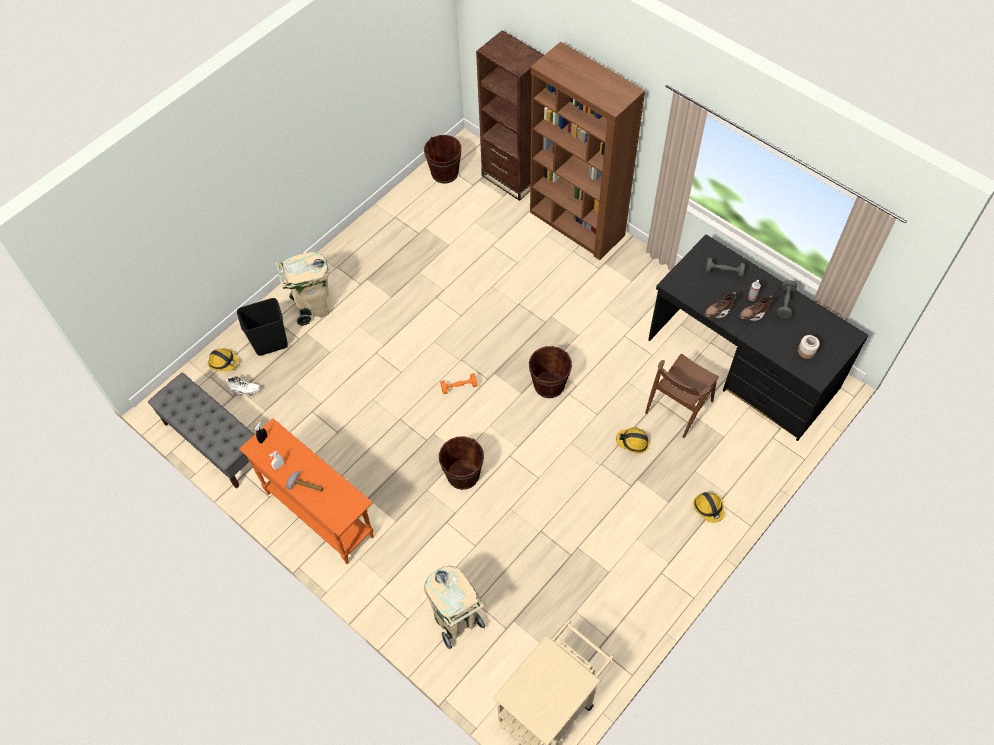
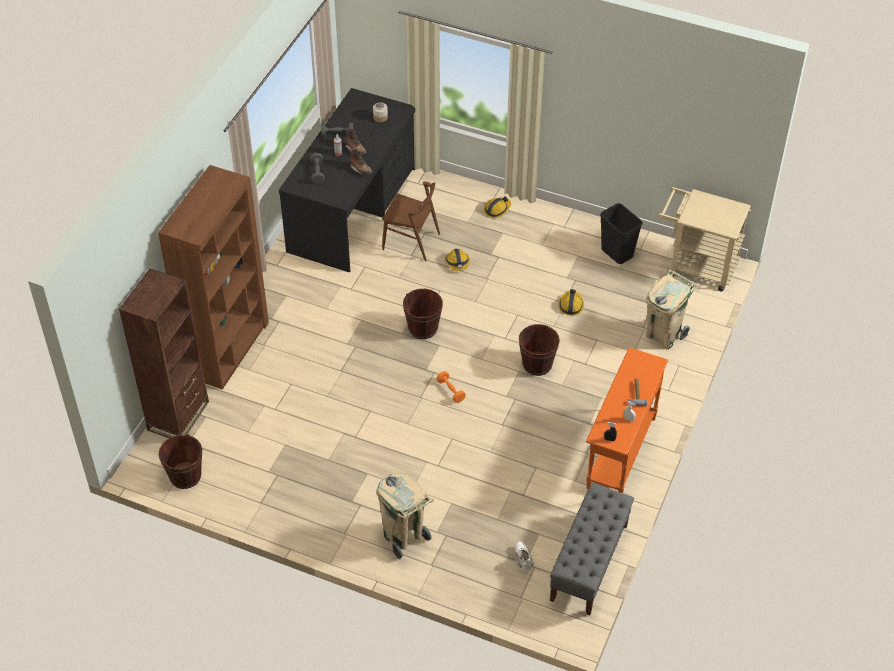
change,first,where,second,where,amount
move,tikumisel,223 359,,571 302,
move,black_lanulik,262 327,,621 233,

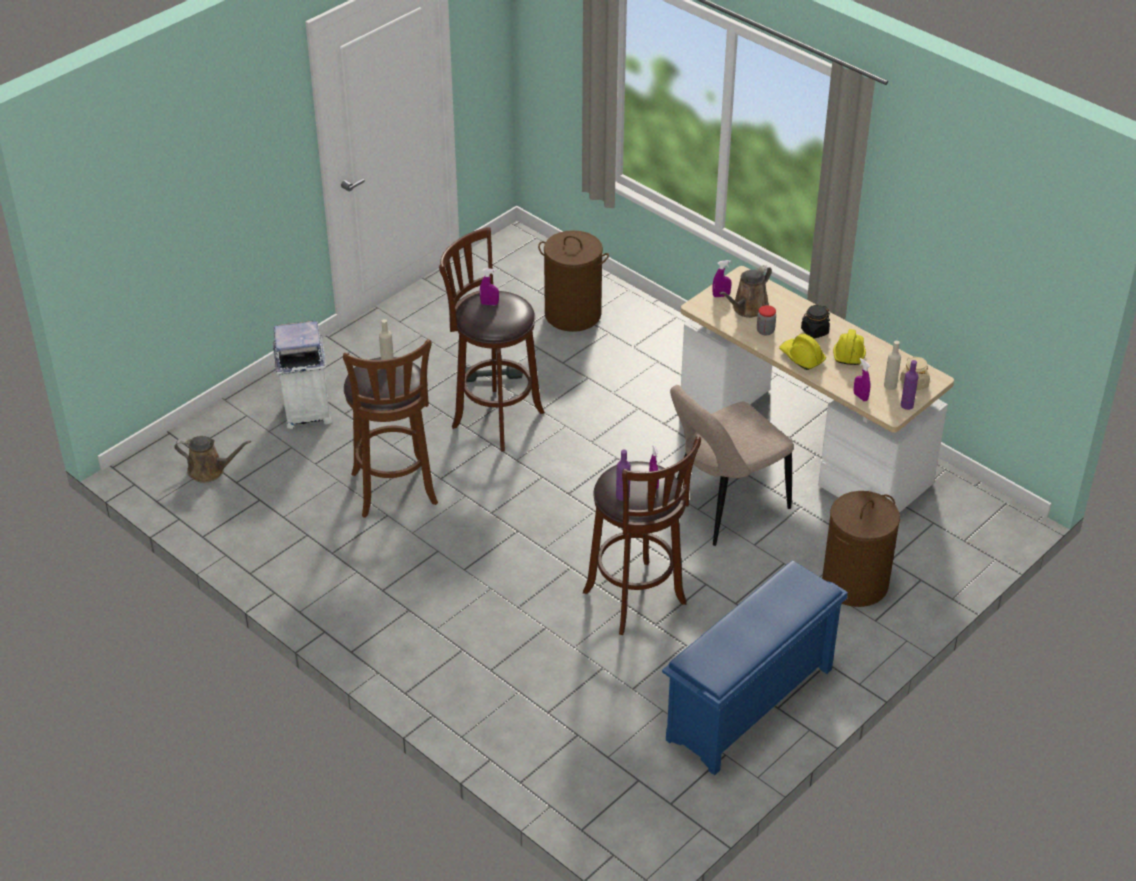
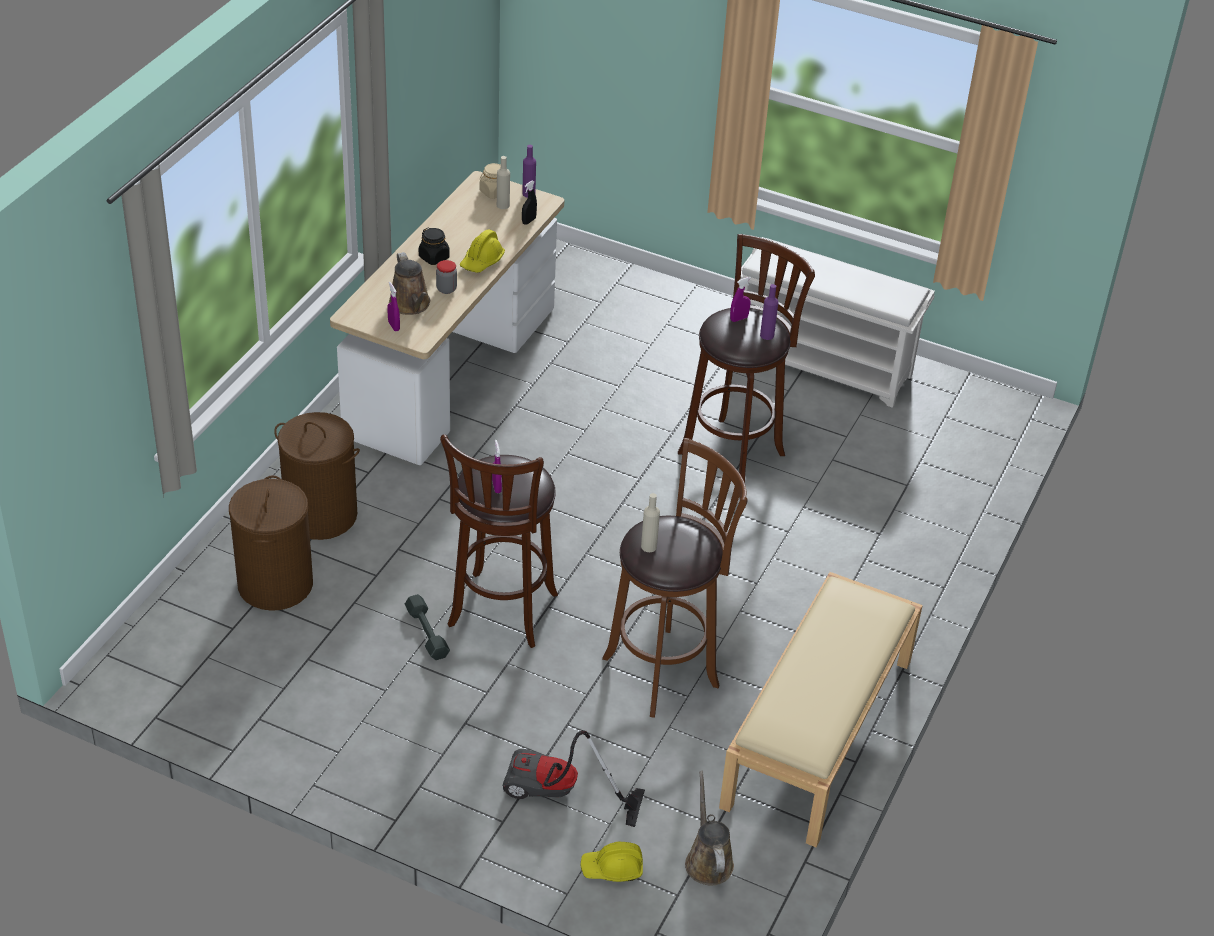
change,first,where,second,where,amount
replace,white_lanulik,302 375,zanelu,574 778,
recolor,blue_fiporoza,755 667,white_fiporoza,838 322,
delete,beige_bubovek,732 465,,,
rotate,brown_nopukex,745 291,,409 283,45 degrees clockwise
move,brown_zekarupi,861 549,,317 476,
move,yellow_tikumisel,849 347,,611 861,
recolor,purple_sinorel,862 379,black_sinorel,529 202,
insert,,,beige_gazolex,821 709,

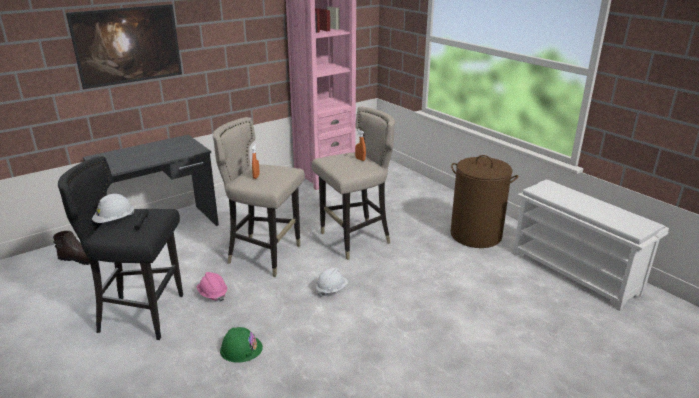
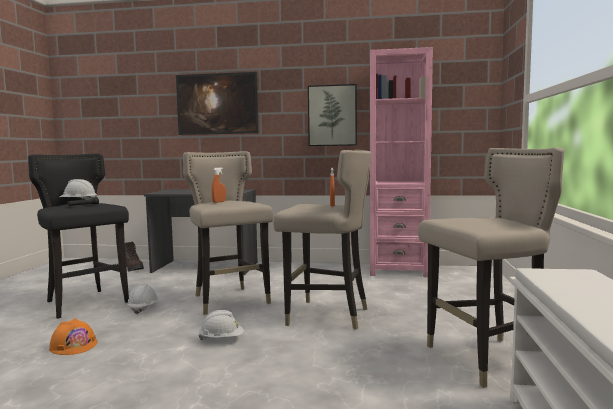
change,first,where,second,where,amount
recolor,pink_tikumisel,212 287,white_tikumisel,143 299,
recolor,green_tikumisel,241 345,orange_tikumisel,73 336,
replace,brown_zekarupi,484 201,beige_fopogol,491 267,
insert,,,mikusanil,332 115,

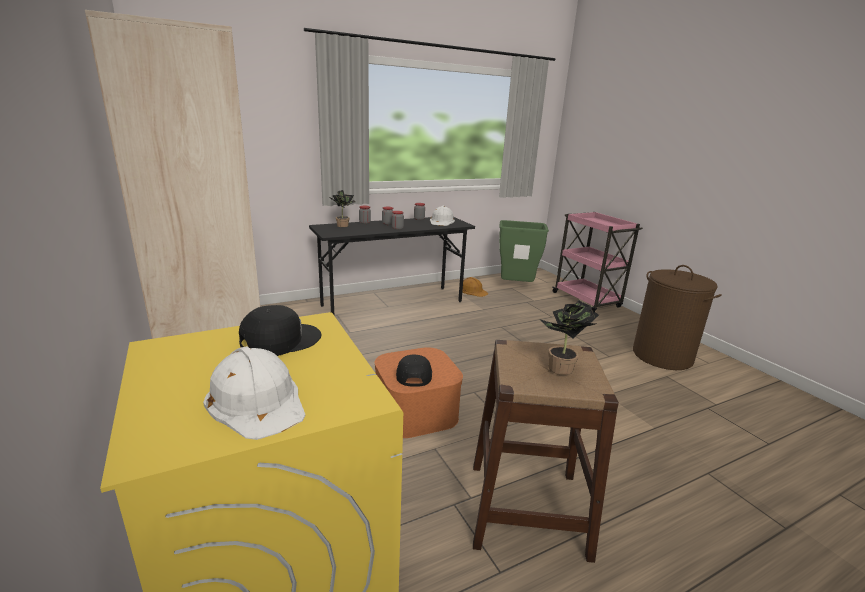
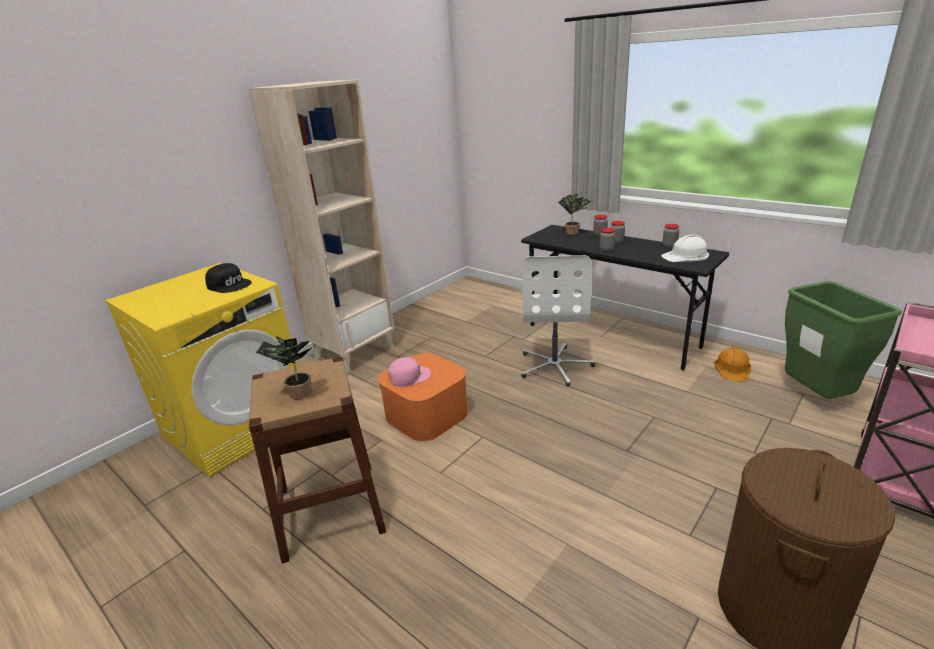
change,first,where,second,where,amount
delete,white_tikumisel,254 393,,,
recolor,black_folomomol,414 371,pink_folomomol,409 372,
insert,,,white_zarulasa,558 321,

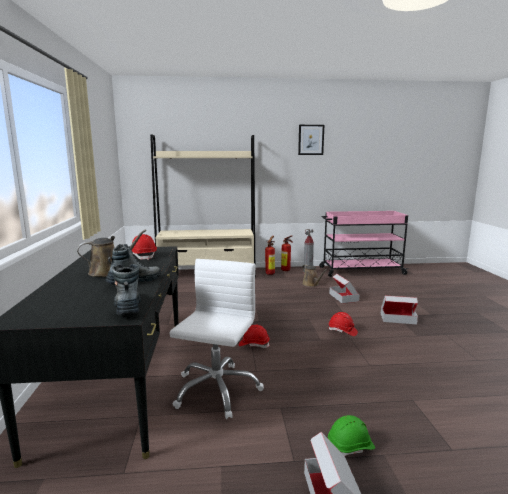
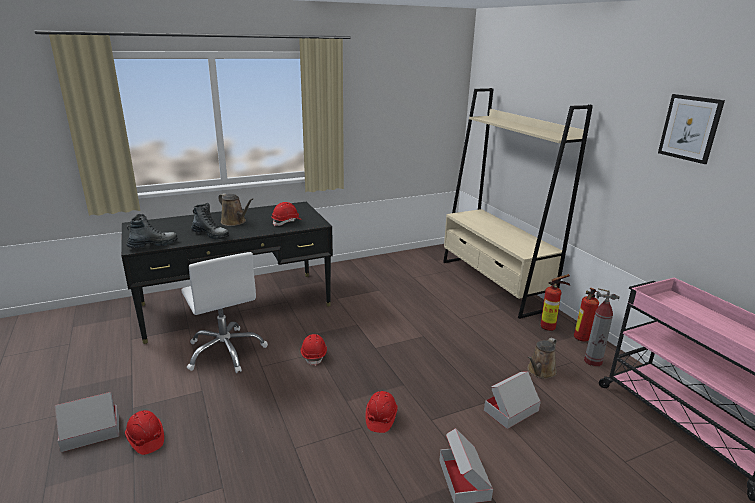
change,first,where,second,where,amount
rotate,white_zarulasa,216 339,,224 312,60 degrees clockwise
recolor,green_tikumisel,351 435,red_tikumisel,144 432,

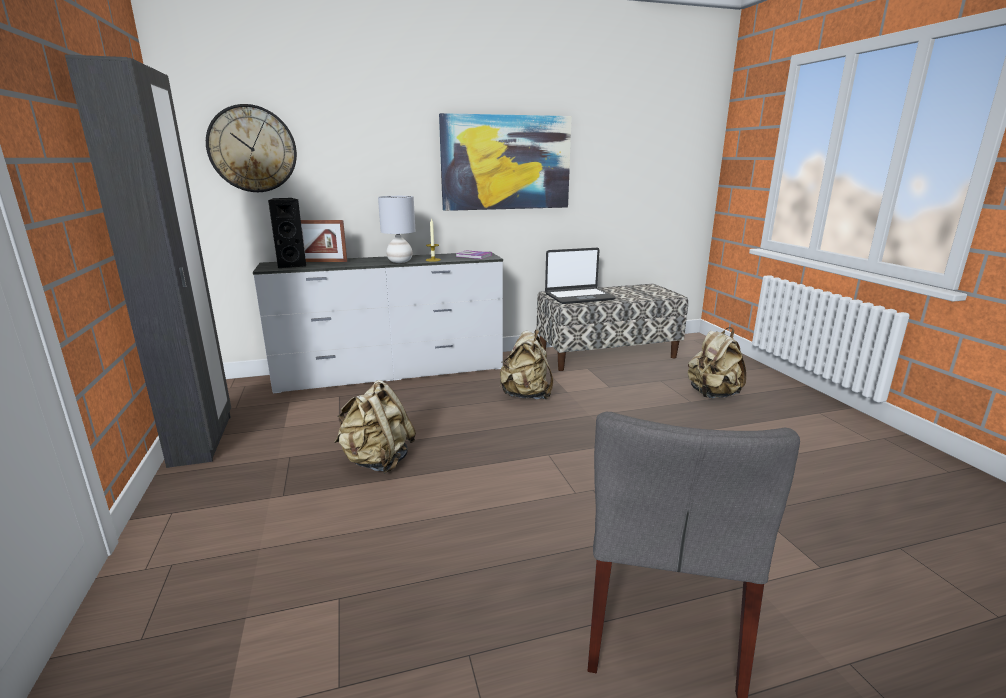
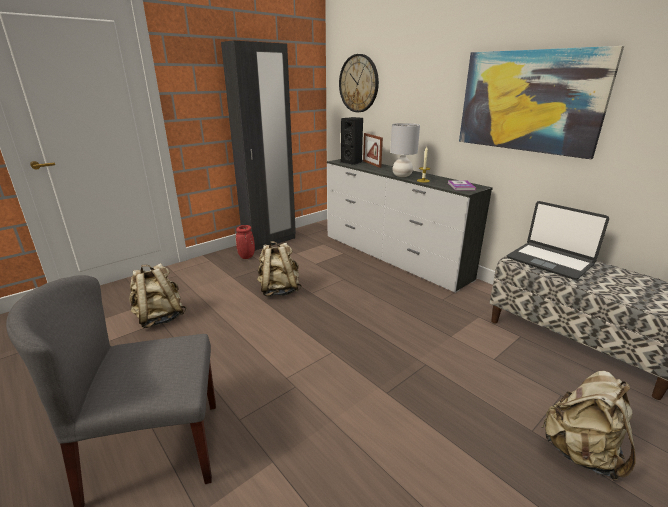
change,first,where,second,where,amount
move,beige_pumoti,526 364,,158 295,
insert,,,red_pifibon,245 242,

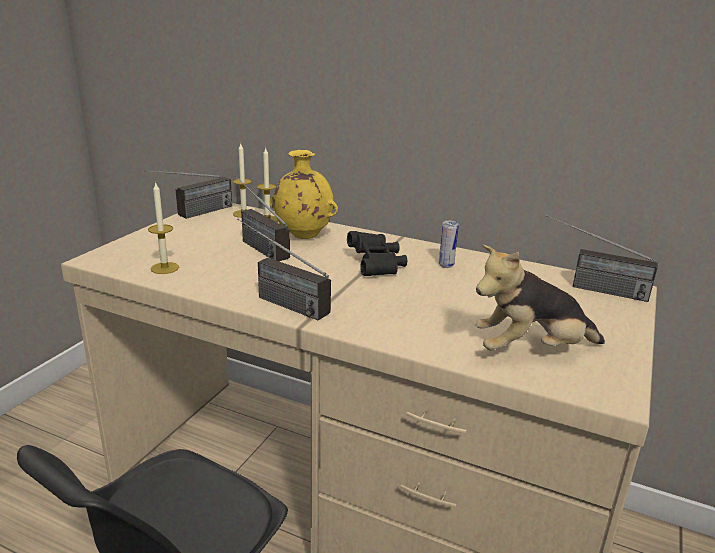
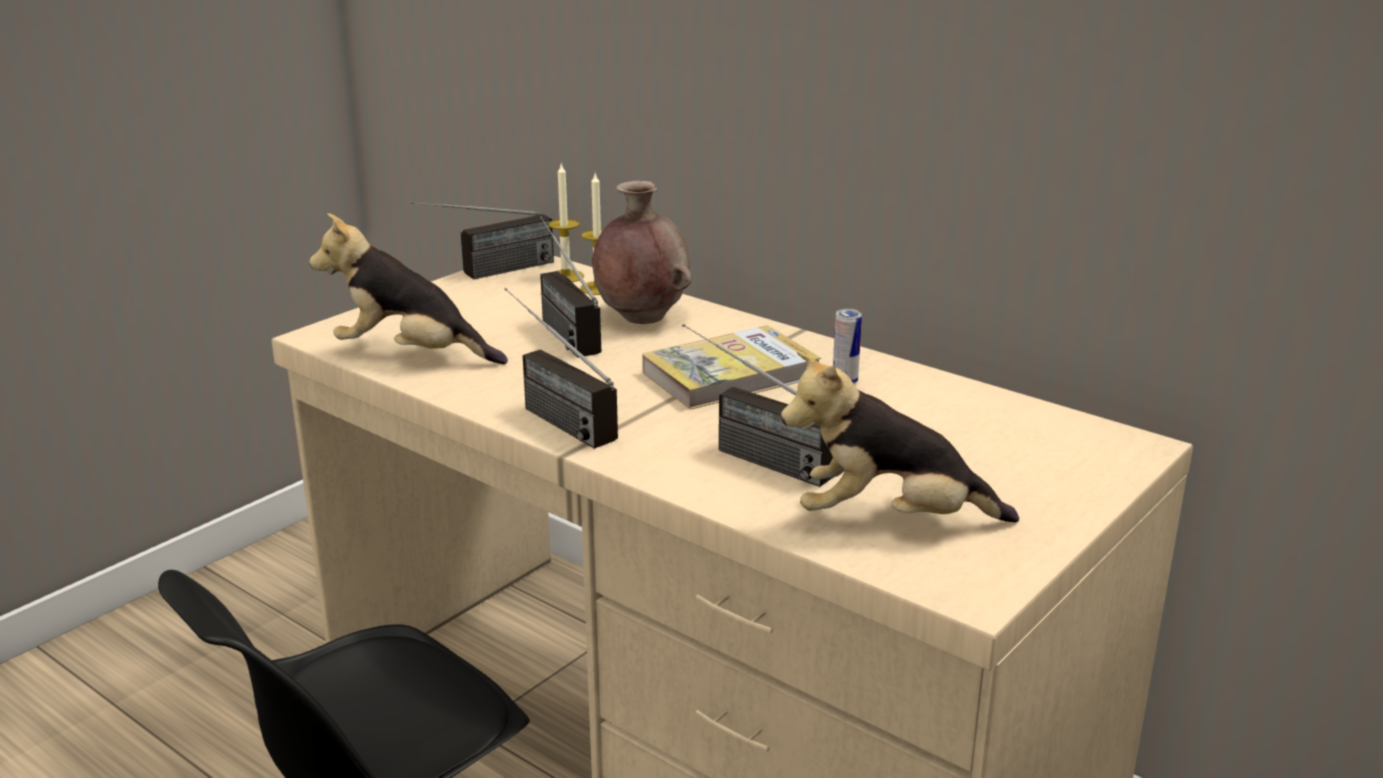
change,first,where,second,where,amount
replace,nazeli,163 227,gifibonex,408 288,
recolor,yellow_pifibon,304 194,brown_pifibon,641 252,
replace,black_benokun,377 253,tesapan,731 367,
move,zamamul,601 258,,757 405,

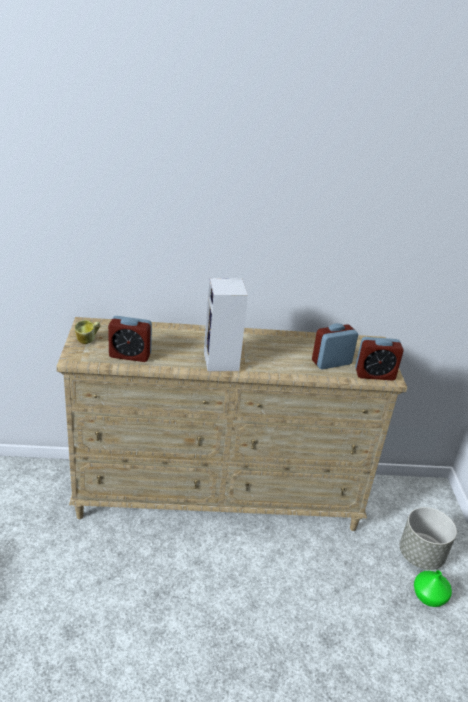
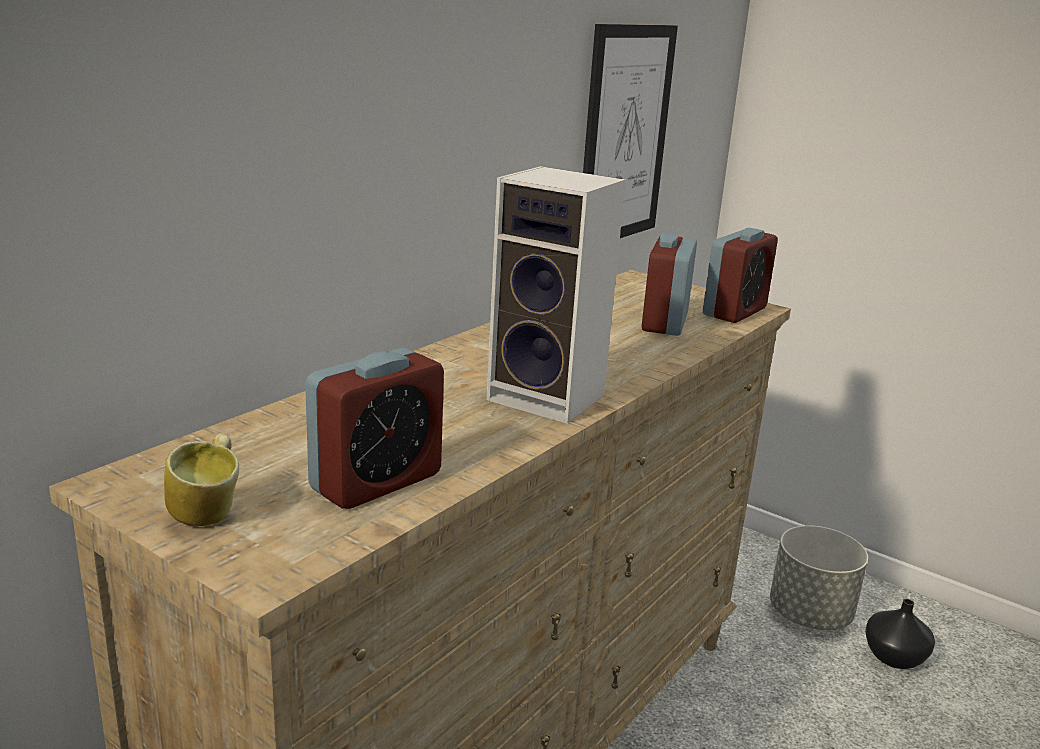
change,first,where,second,where,amount
recolor,green_pifibon,433 588,black_pifibon,900 634,
insert,,,mikusanil,630 131,

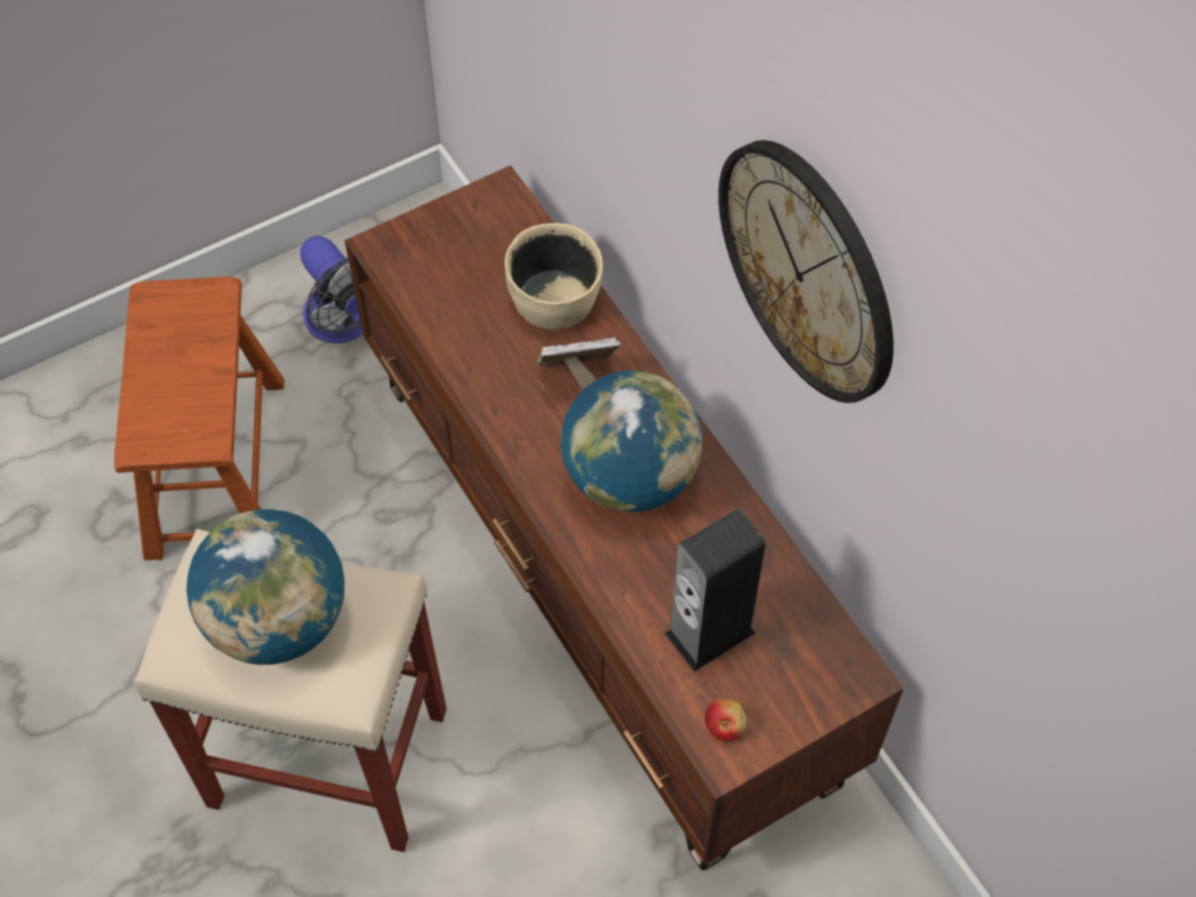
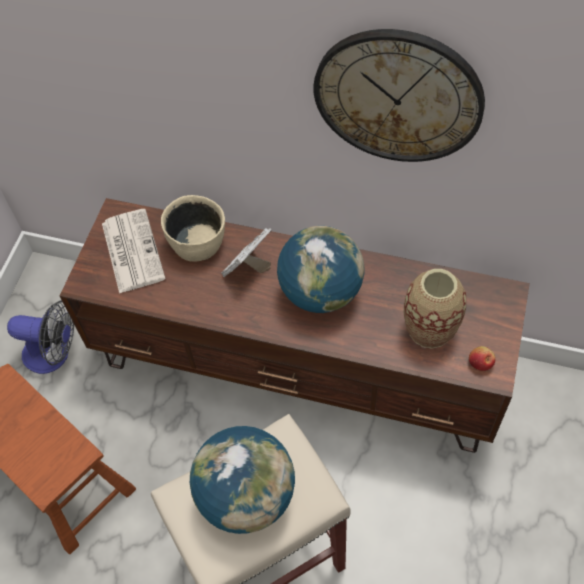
change,first,where,second,where,amount
replace,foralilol,715 590,pifibon,435 309,
insert,,,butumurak,134 251,

